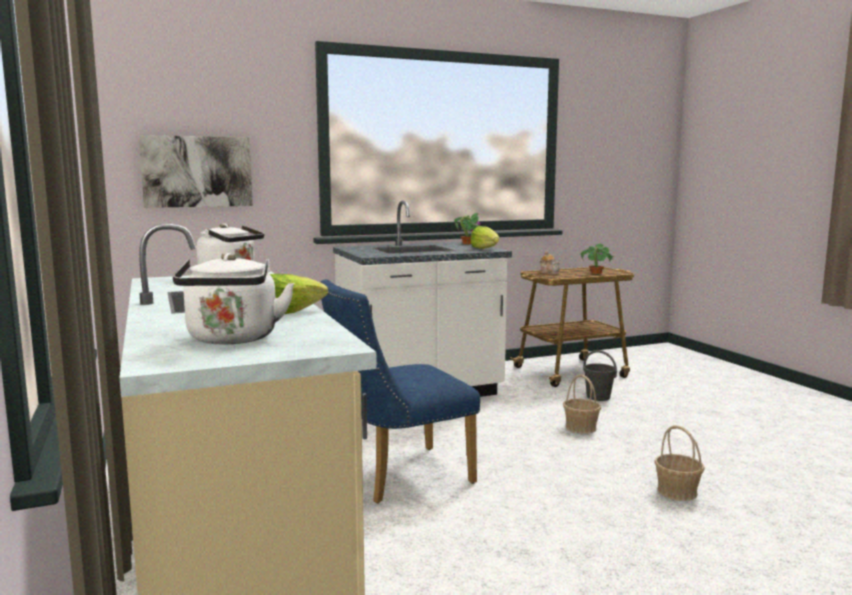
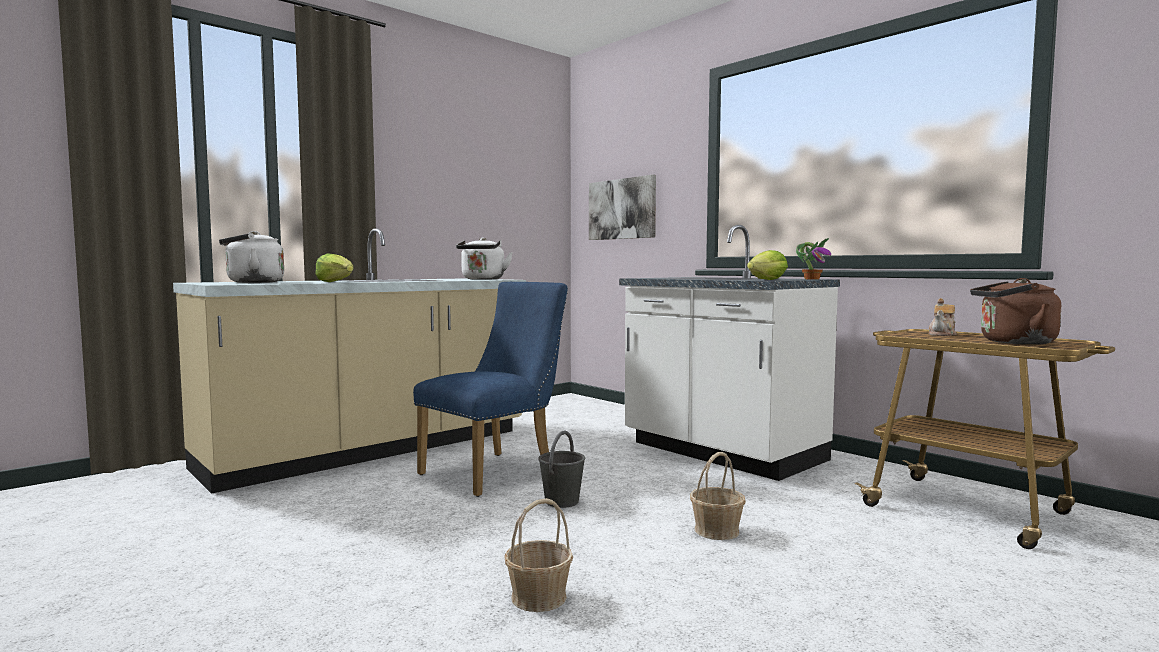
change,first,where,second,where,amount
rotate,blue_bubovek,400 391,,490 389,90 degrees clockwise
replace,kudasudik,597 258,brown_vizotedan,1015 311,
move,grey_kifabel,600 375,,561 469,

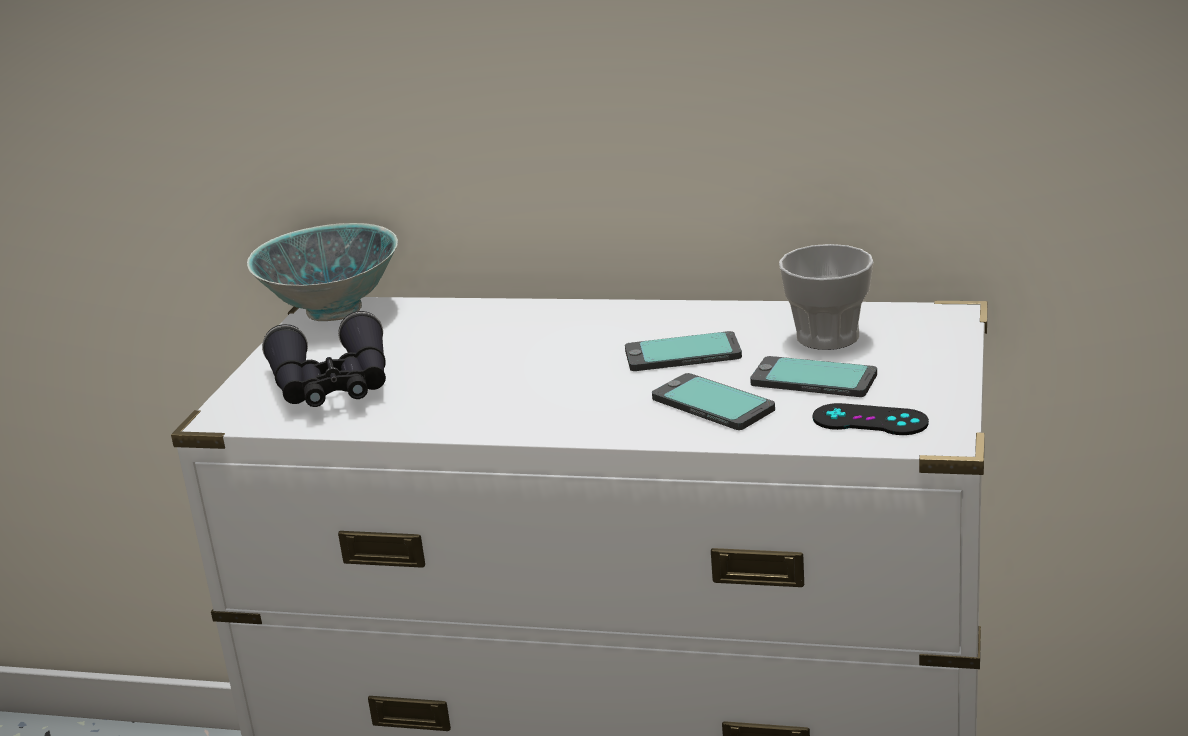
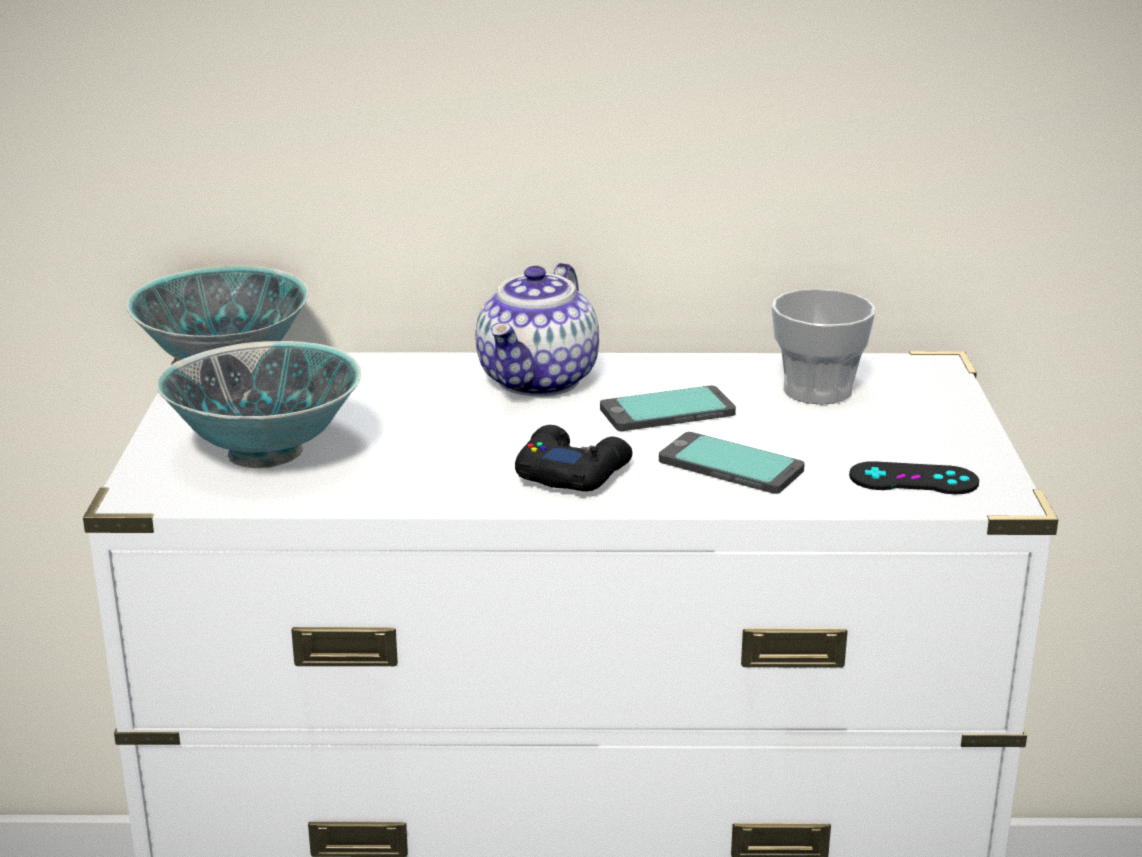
change,first,where,second,where,amount
replace,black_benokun,324 359,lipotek,258 404,
delete,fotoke,813 376,,,
insert,,,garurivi,537 330,
insert,,,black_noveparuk,573 458,

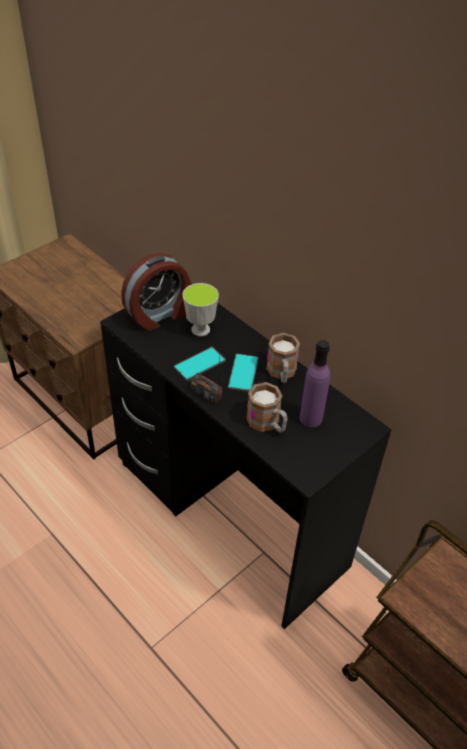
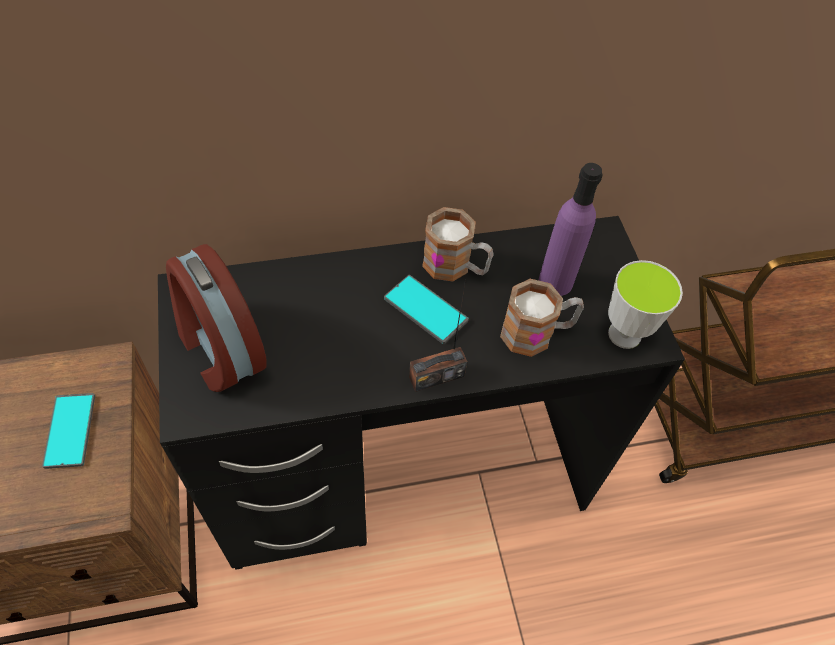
change,first,where,second,where,amount
rotate,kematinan,156 292,,216 318,150 degrees clockwise
move,fotoke,200 364,,68 431,
move,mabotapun,200 309,,645 304,

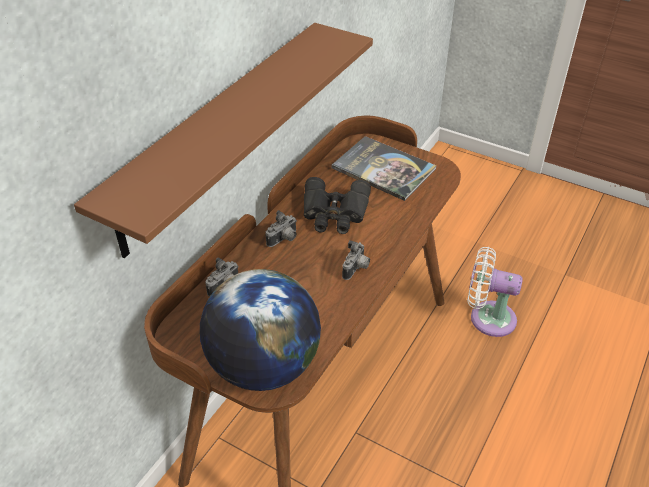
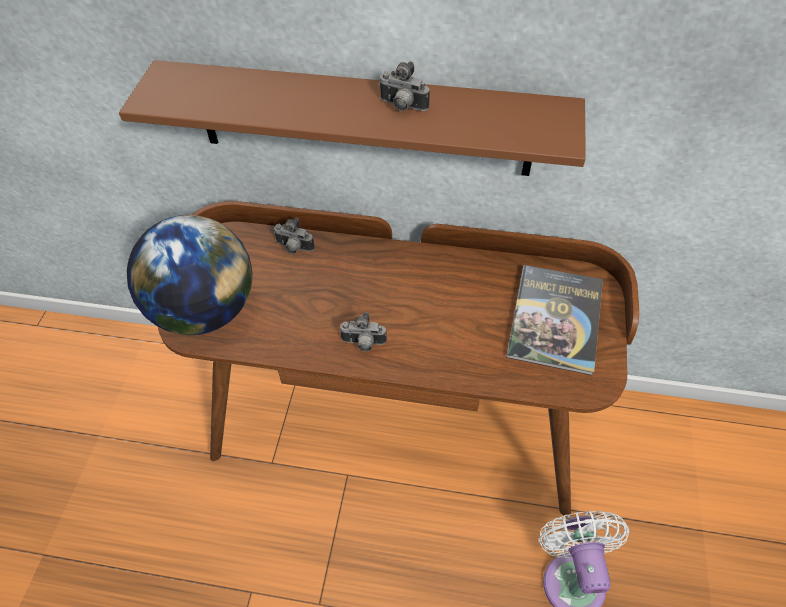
change,first,where,second,where,amount
move,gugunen,281 228,,404 86,
delete,black_benokun,337 205,,,

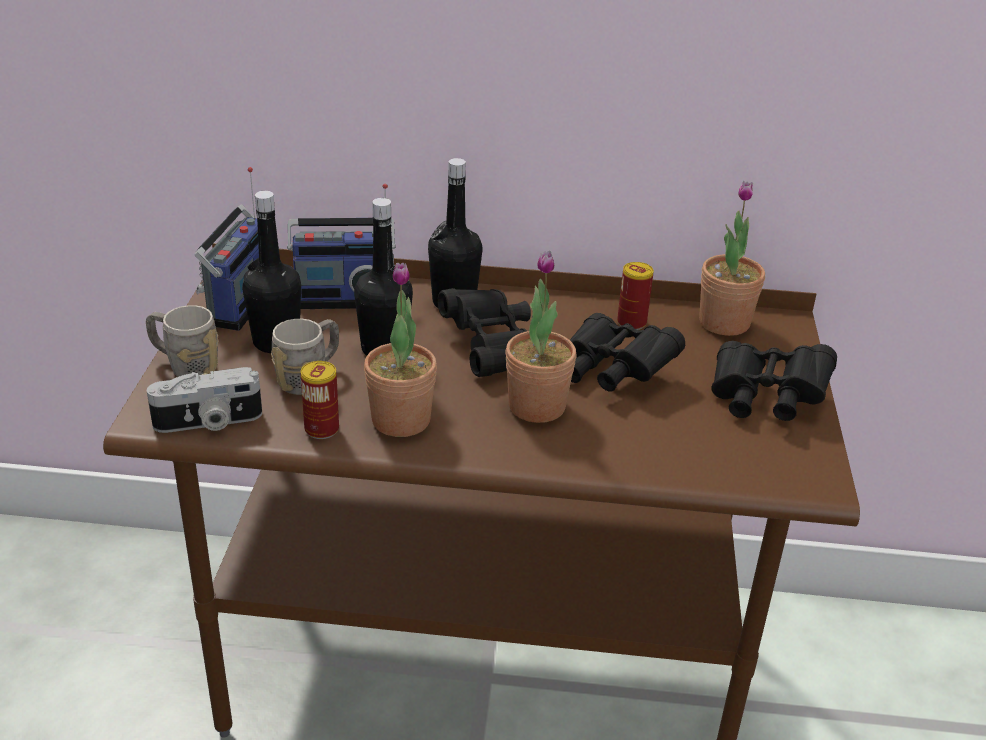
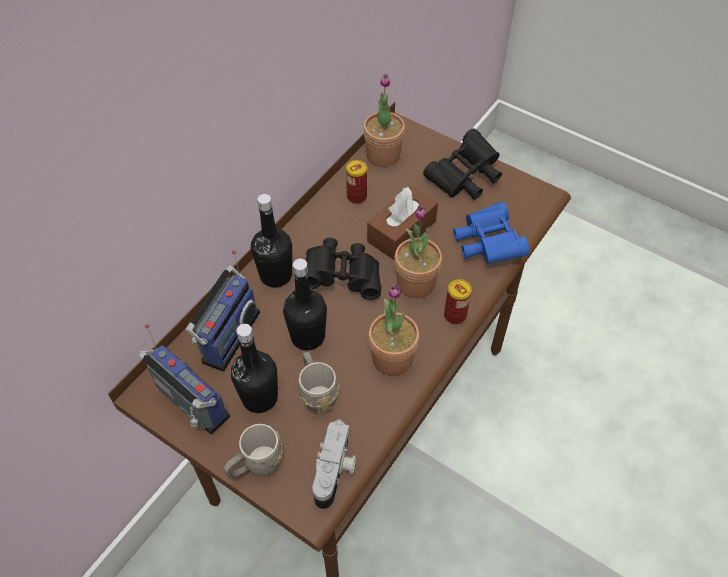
change,first,where,second,where,amount
move,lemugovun,320 400,,458 301,
replace,black_benokun,627 352,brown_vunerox,402 222,
insert,,,blue_benokun,491 233,

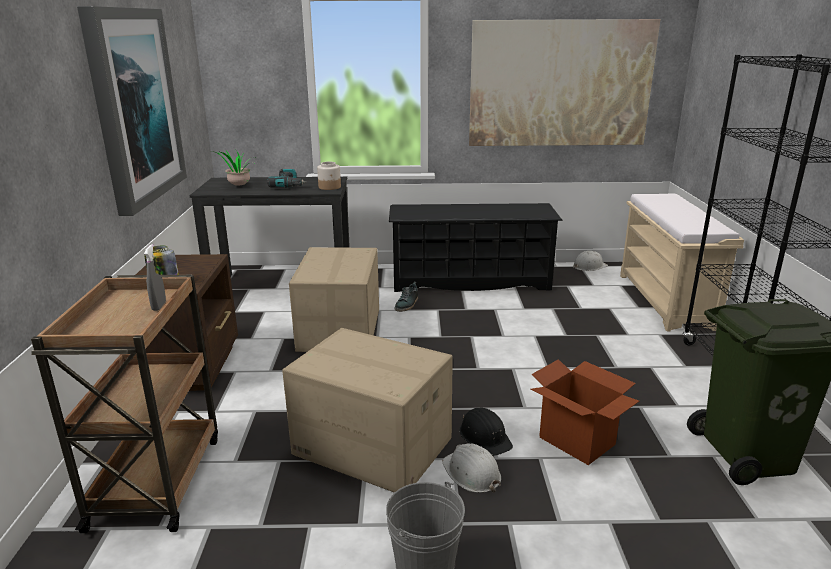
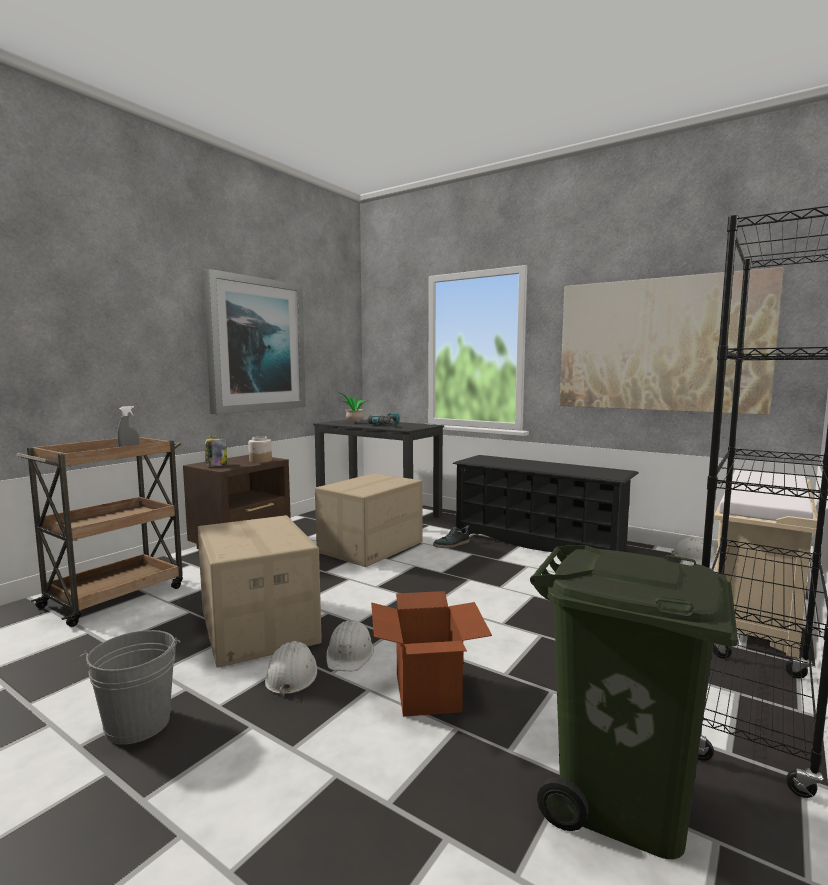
change,first,where,second,where,amount
move,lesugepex,329 176,,260 449,
recolor,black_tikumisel,486 431,white_tikumisel,350 645,

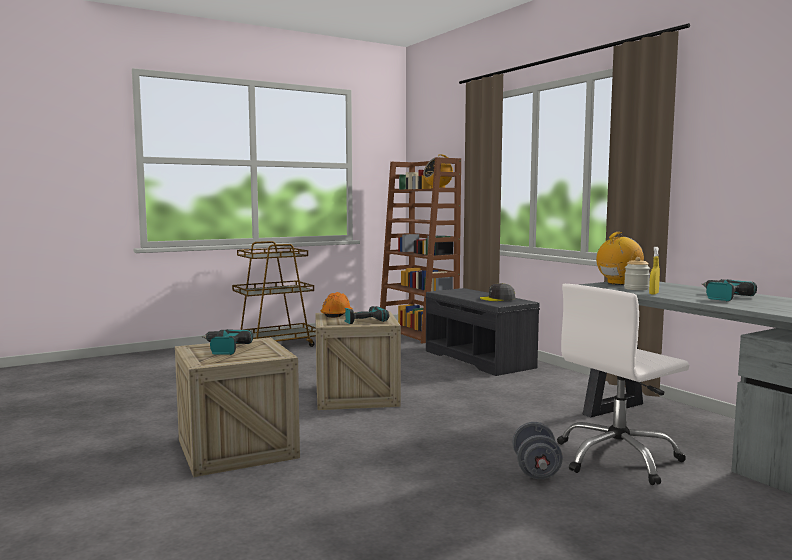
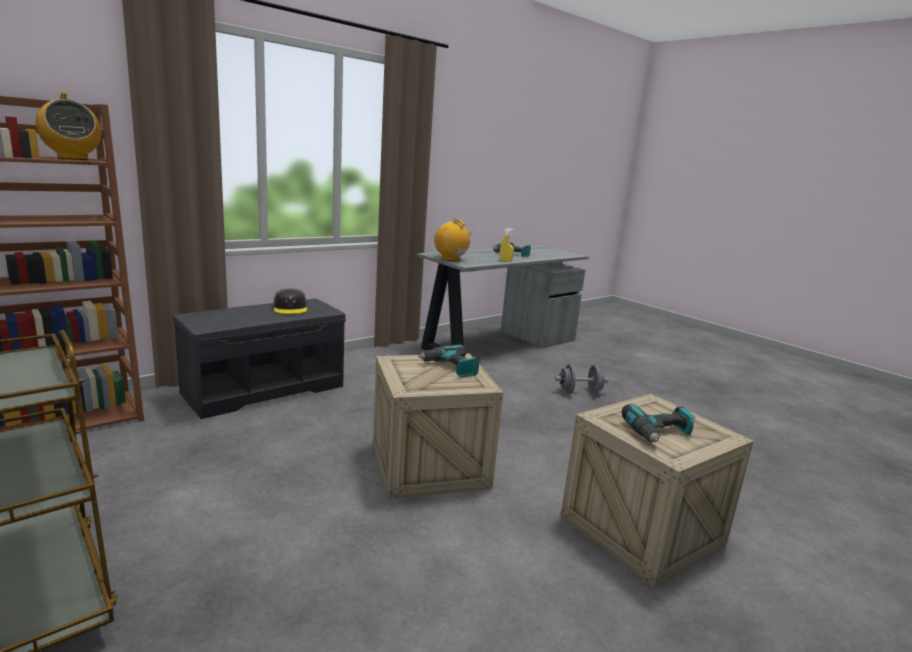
change,first,where,second,where,amount
delete,orange_tikumisel,337 305,,,
delete,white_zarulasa,623 384,,,
delete,lesugepex,637 273,,,

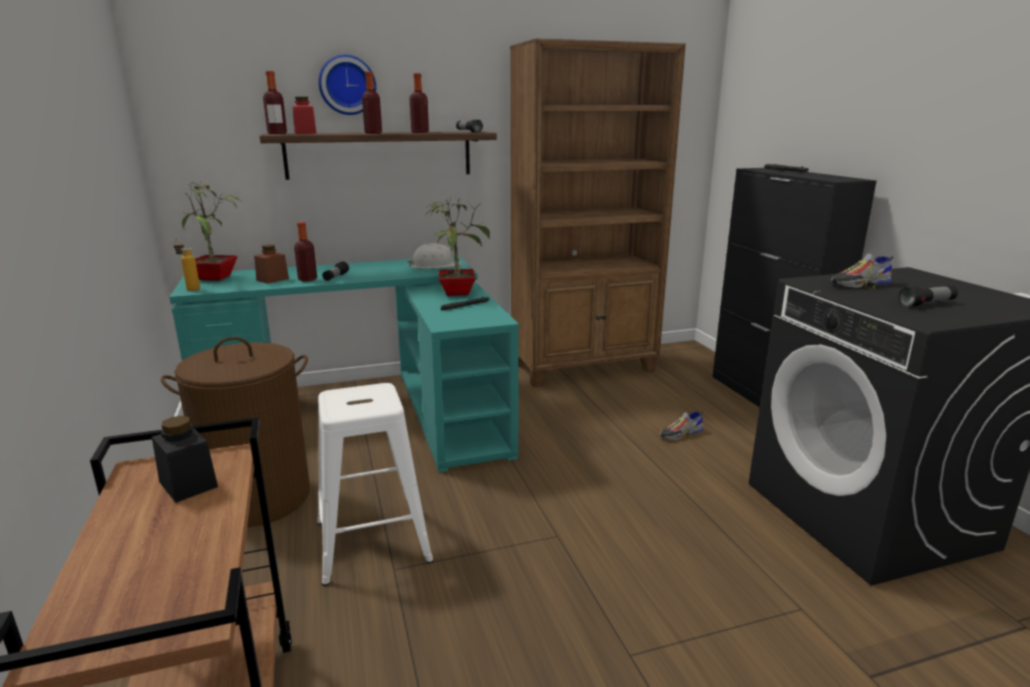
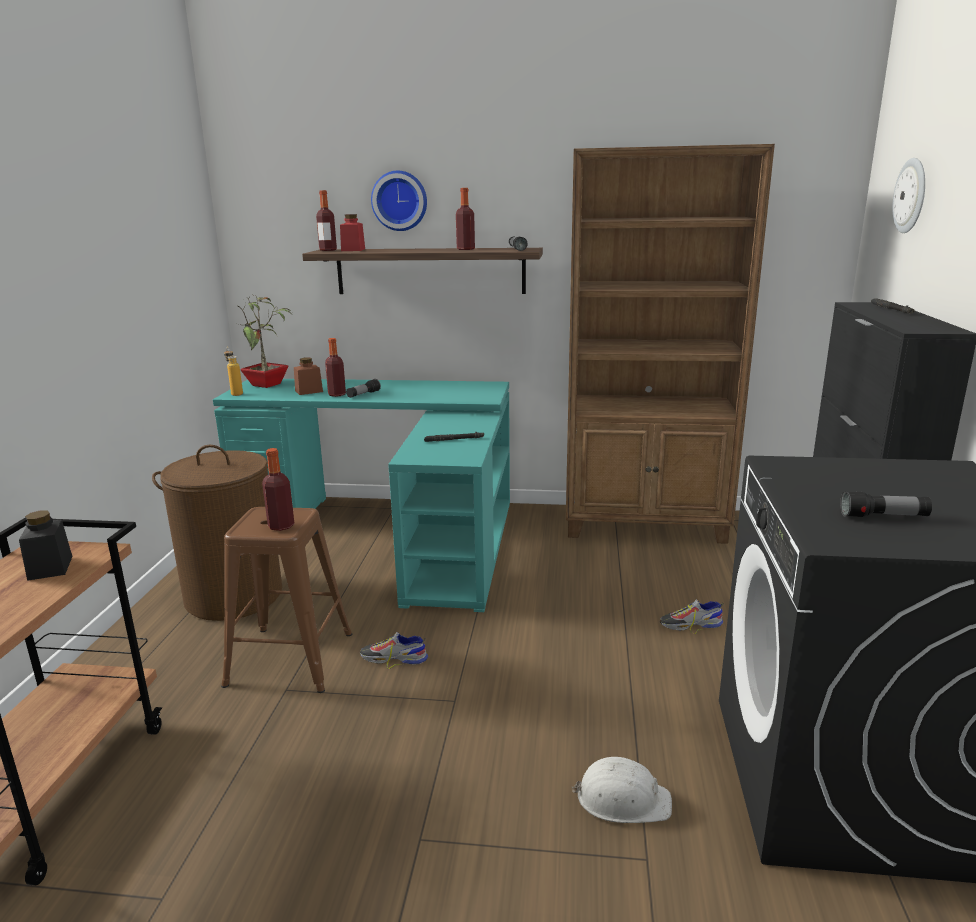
change,first,where,second,where,amount
recolor,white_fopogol,375 484,brown_fopogol,286 600,
move,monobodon,372 103,,278 489,
move,white_tikumisel,435 256,,622 790,
delete,kudasudik,458 246,,,
move,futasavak,862 271,,394 650,
insert,,,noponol,909 195,

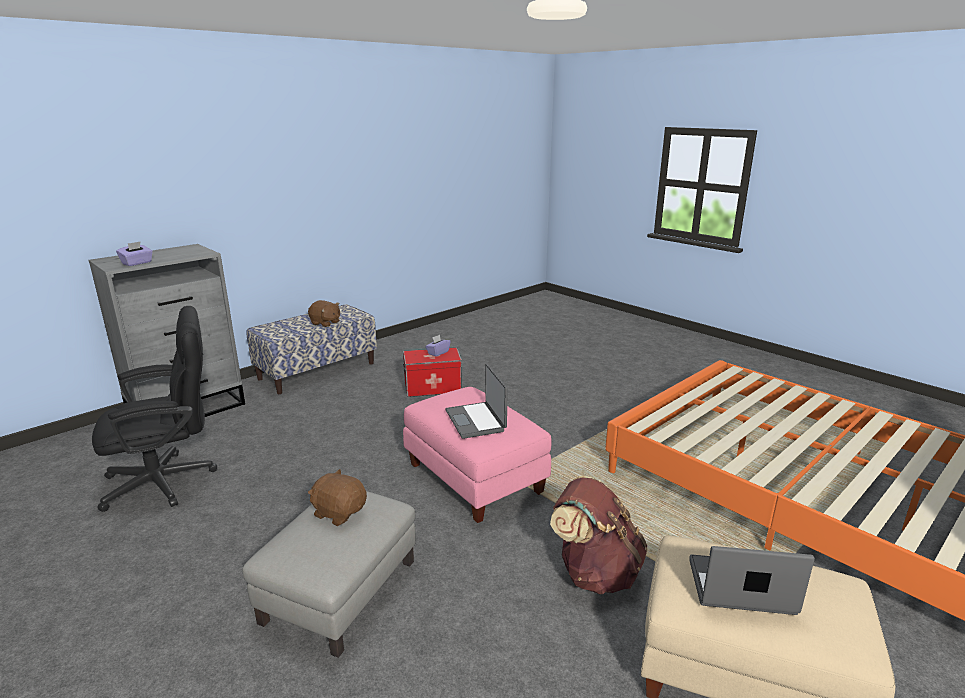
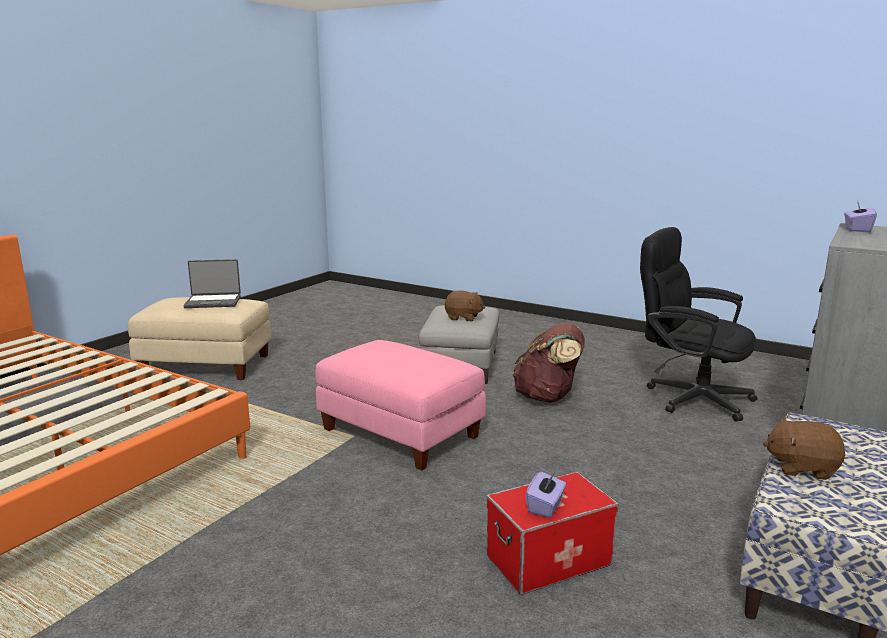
change,first,where,second,where,amount
rotate,black_zarulasa,154 409,,699 324,75 degrees clockwise
delete,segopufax,476 401,,,
move,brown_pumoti,598 535,,548 363,

